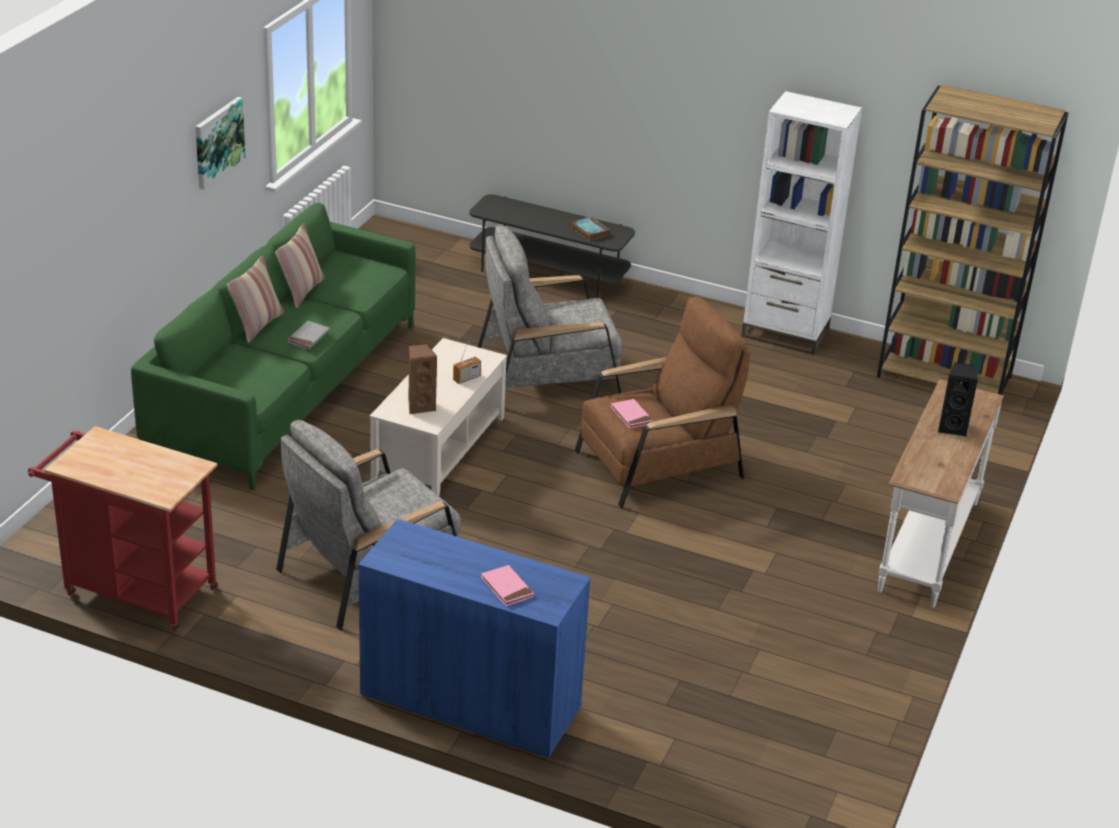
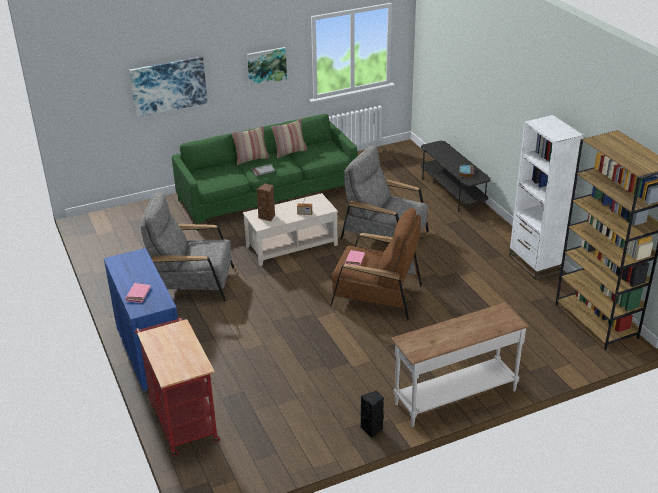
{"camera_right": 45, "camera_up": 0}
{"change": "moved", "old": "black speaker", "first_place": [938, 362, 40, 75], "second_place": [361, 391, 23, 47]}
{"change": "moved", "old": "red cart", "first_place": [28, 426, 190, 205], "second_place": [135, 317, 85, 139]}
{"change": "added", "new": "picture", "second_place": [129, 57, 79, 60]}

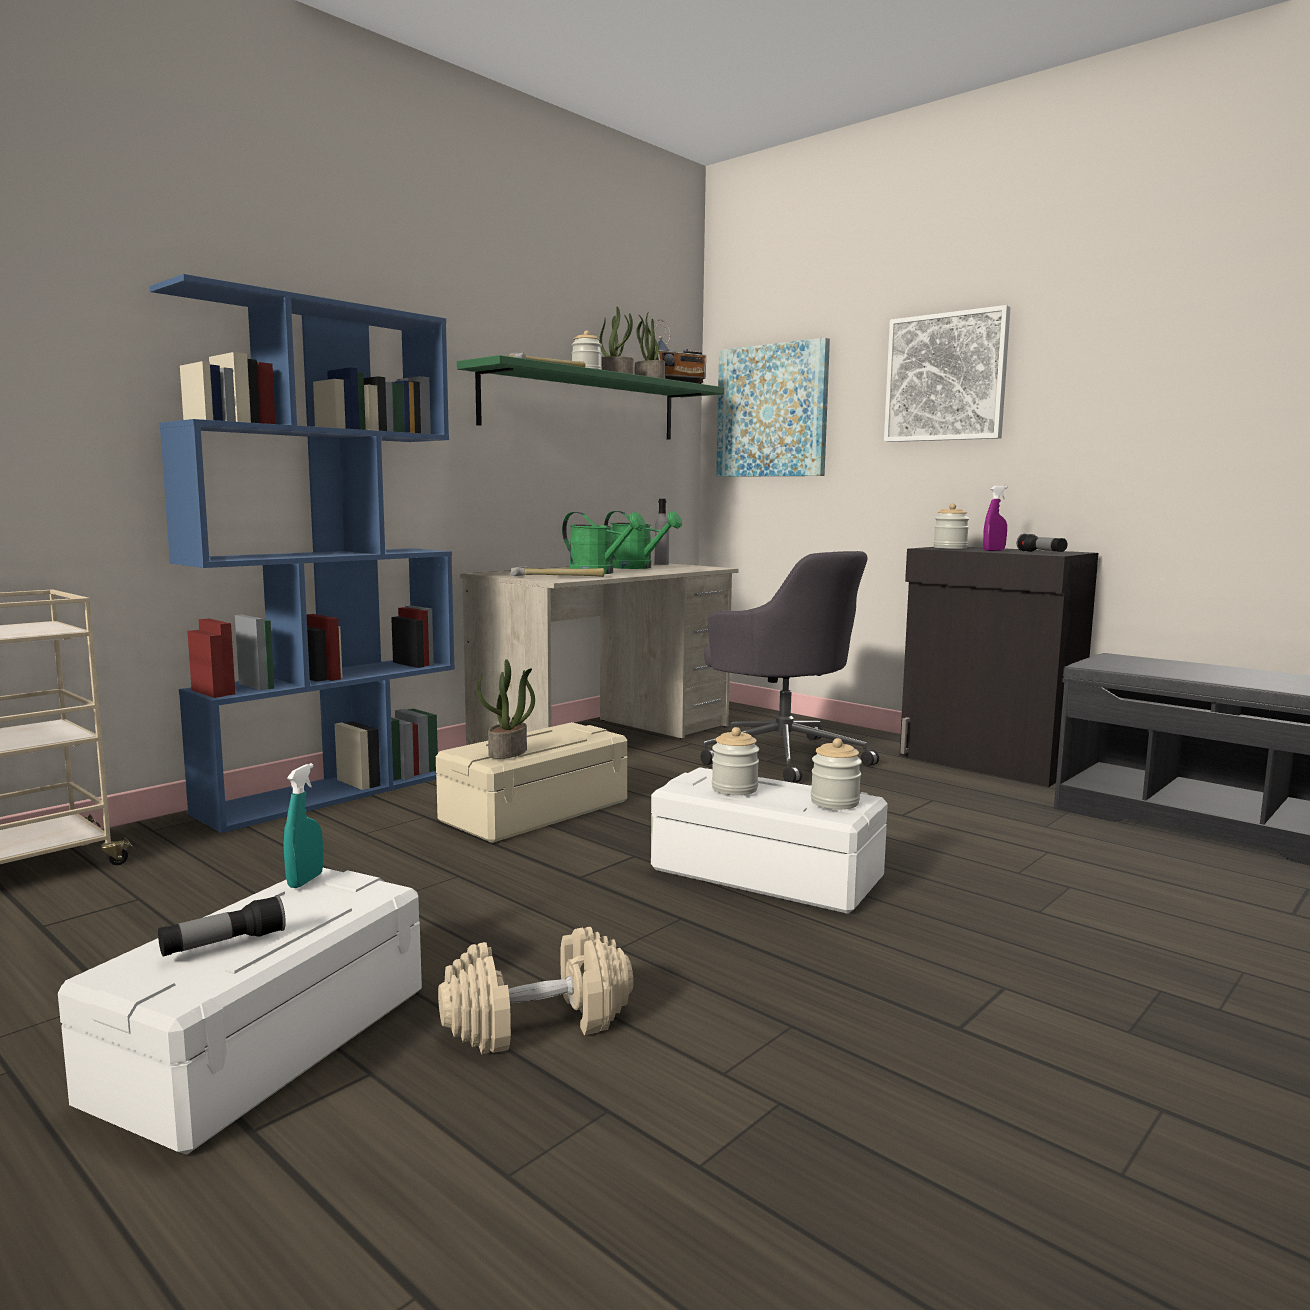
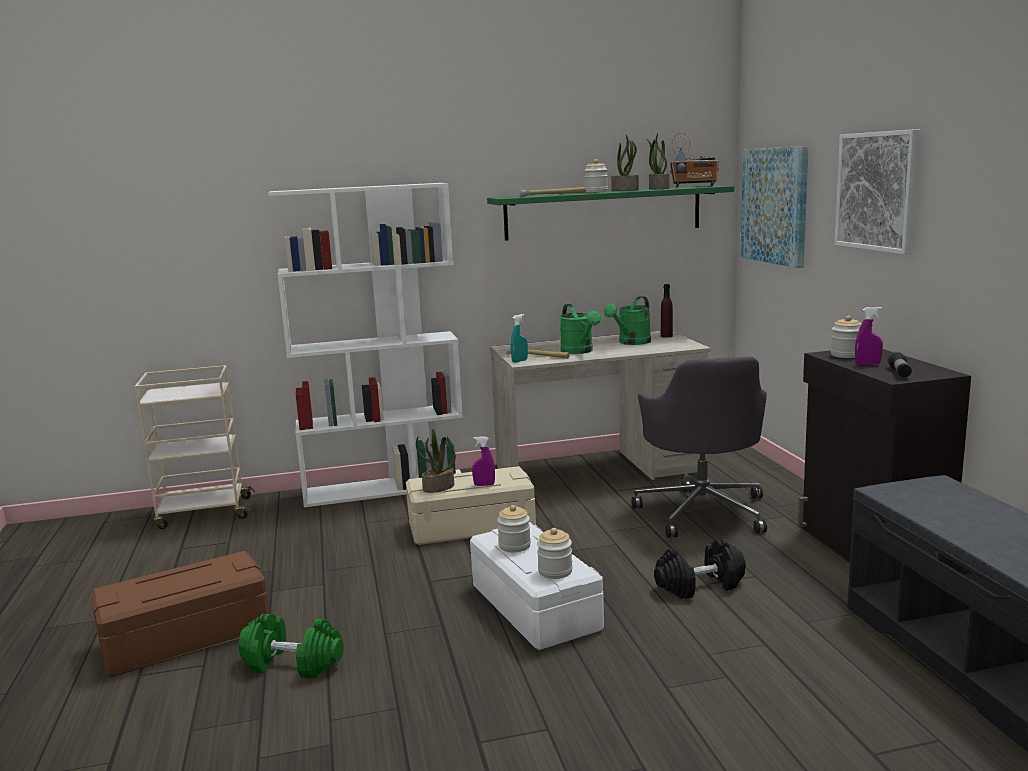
{"camera_right": 35, "camera_up": 5}
{"change": "recoloured", "old": "blue bookcase", "new": "white bookcase", "first_place": [149, 274, 306, 559], "second_place": [268, 183, 195, 324]}
{"change": "recoloured", "old": "grey bottle", "new": "purple bottle", "first_place": [655, 499, 14, 66], "second_place": [661, 284, 12, 54]}
{"change": "turned", "old": "green watering can", "first_place": [604, 511, 78, 58], "second_place": [604, 296, 47, 49], "degrees": 60}
{"change": "moved", "old": "turquoise spray bottle", "first_place": [283, 763, 40, 125], "second_place": [511, 314, 17, 49]}
{"change": "recoloured", "old": "white storage box", "new": "brown storage box", "first_place": [58, 868, 364, 287], "second_place": [90, 551, 180, 126]}
{"change": "removed", "old": "flashlight", "first_place": [158, 895, 128, 62]}
{"change": "recoloured", "old": "beige dumbbell", "new": "green dumbbell", "first_place": [438, 927, 196, 127], "second_place": [238, 614, 106, 64]}
{"change": "added", "new": "purple spray bottle", "second_place": [472, 436, 23, 50]}
{"change": "added", "new": "black dumbbell", "second_place": [654, 540, 92, 59]}

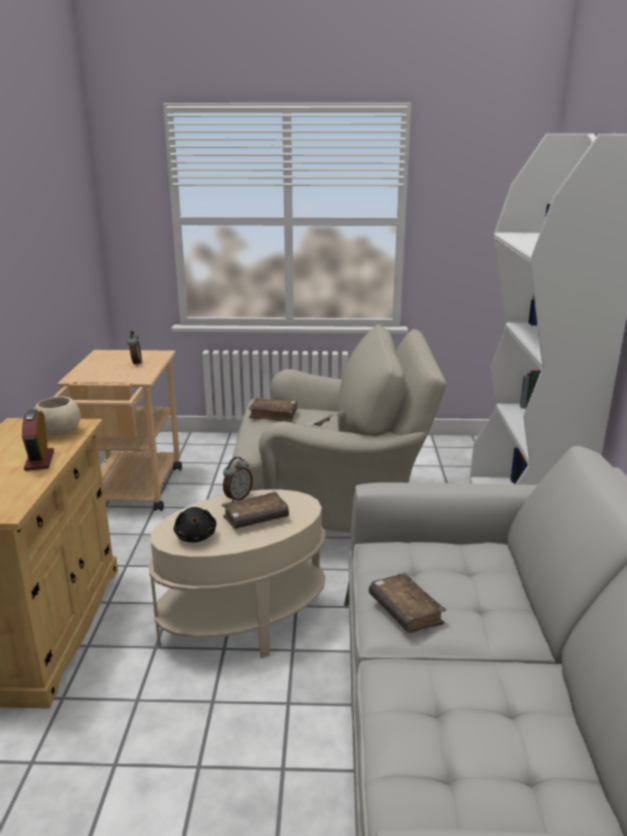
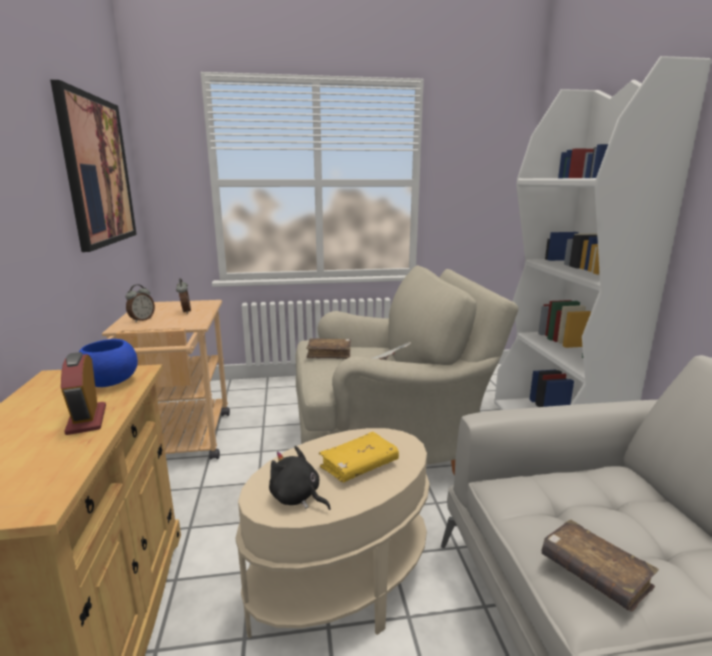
{"camera_right": -10, "camera_up": -5}
{"change": "recoloured", "old": "beige bowl", "new": "blue bowl", "first_place": [34, 396, 47, 40], "second_place": [79, 339, 59, 48]}
{"change": "moved", "old": "alarm clock", "first_place": [223, 457, 30, 45], "second_place": [126, 284, 29, 38]}
{"change": "recoloured", "old": "brown book", "new": "yellow book", "first_place": [222, 492, 67, 37], "second_place": [319, 432, 80, 50]}
{"change": "turned", "old": "black plush toy", "first_place": [174, 507, 43, 35], "second_place": [269, 446, 62, 64], "degrees": 150}
{"change": "added", "new": "picture", "second_place": [50, 80, 87, 172]}

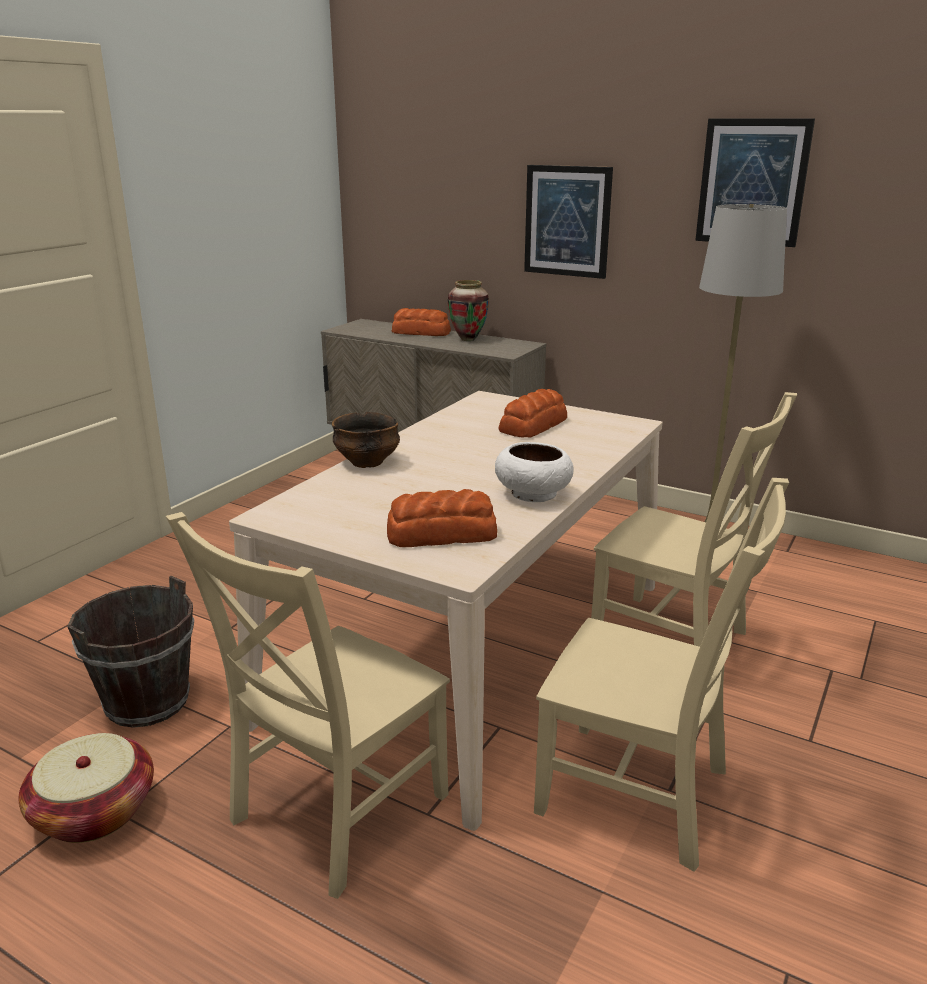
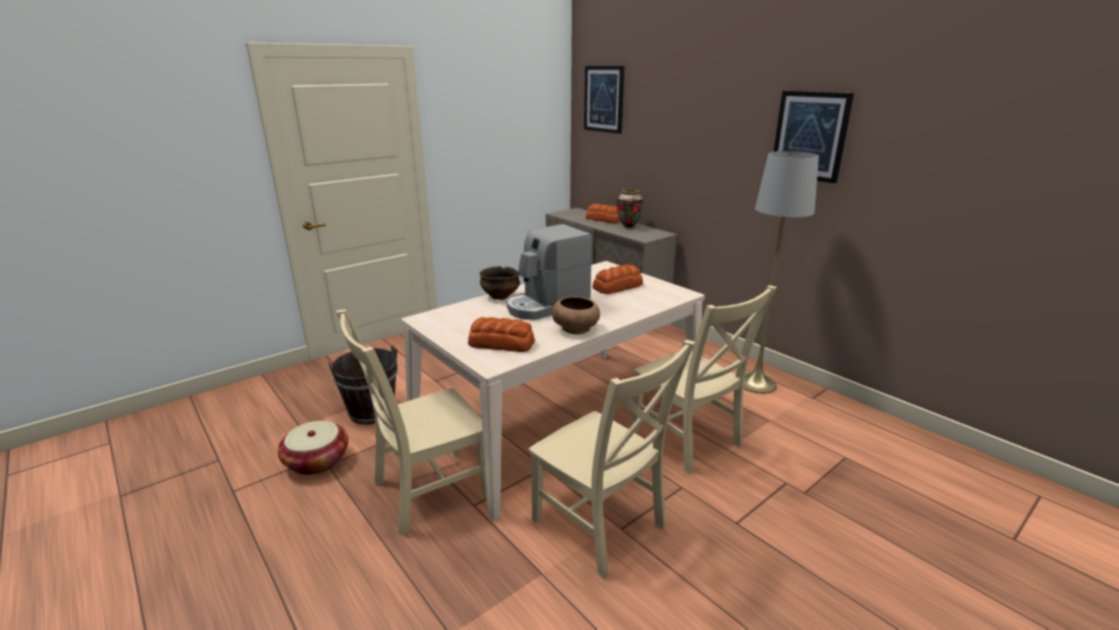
{"camera_right": 20, "camera_up": 0}
{"change": "moved", "old": "picture", "first_place": [524, 165, 89, 114], "second_place": [584, 66, 41, 68]}
{"change": "recoloured", "old": "white bowl", "new": "brown bowl", "first_place": [495, 442, 79, 60], "second_place": [552, 296, 48, 38]}
{"change": "added", "new": "coffee machine", "second_place": [507, 224, 85, 96]}

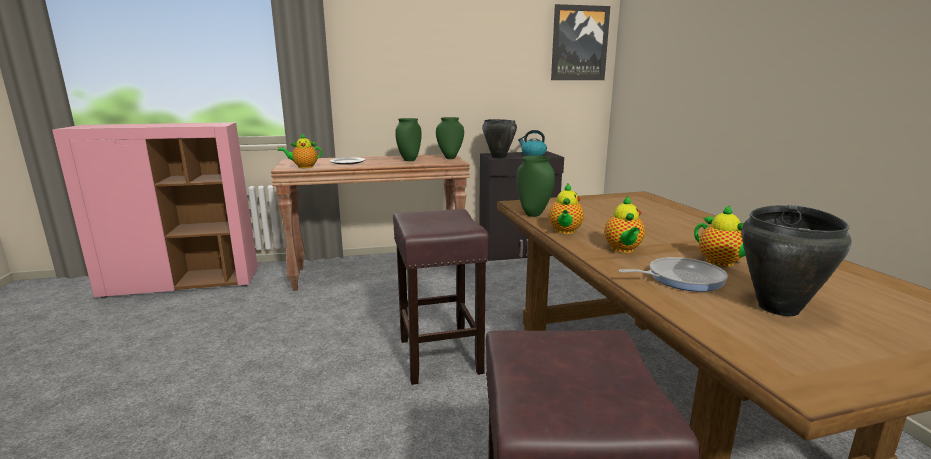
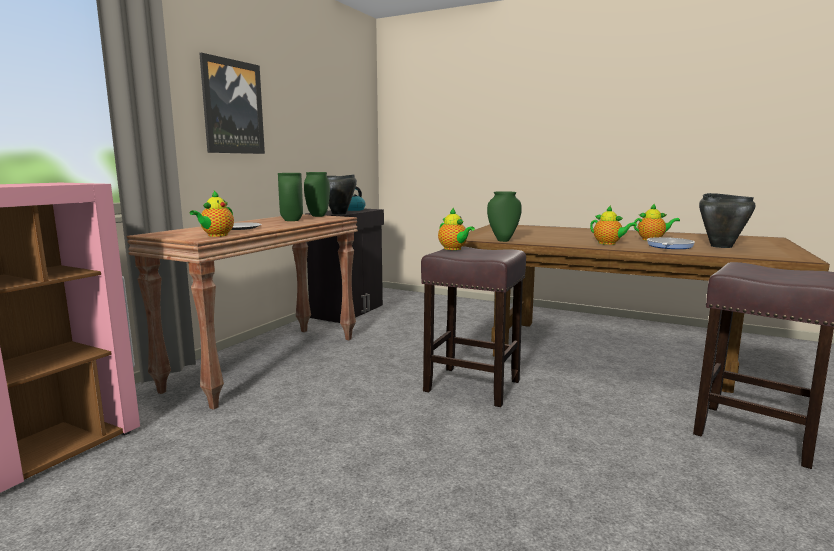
{"camera_right": -50, "camera_up": -5}
{"change": "moved", "old": "picture", "first_place": [551, 4, 59, 76], "second_place": [199, 53, 66, 101]}
{"change": "moved", "old": "teapot", "first_place": [549, 184, 35, 50], "second_place": [438, 208, 37, 42]}

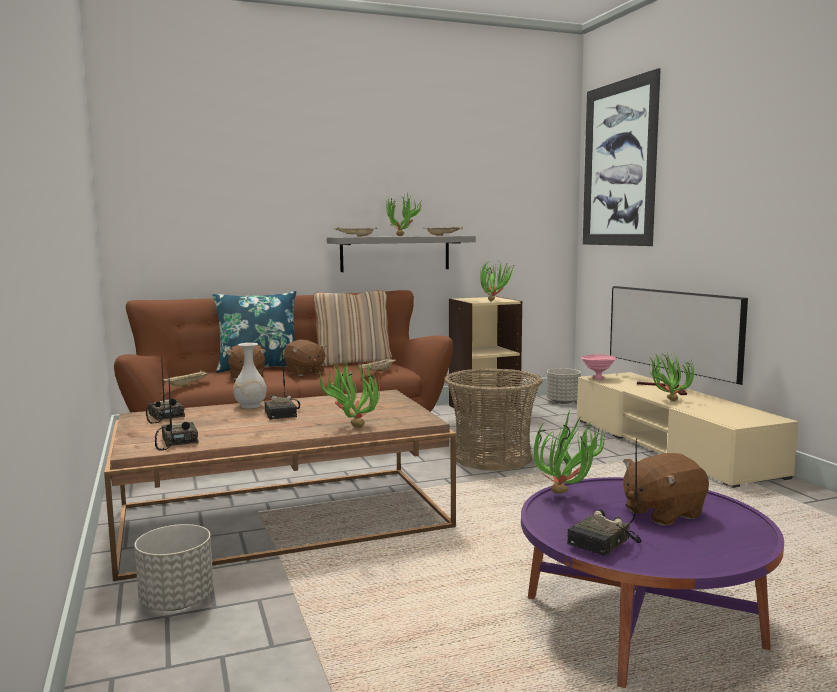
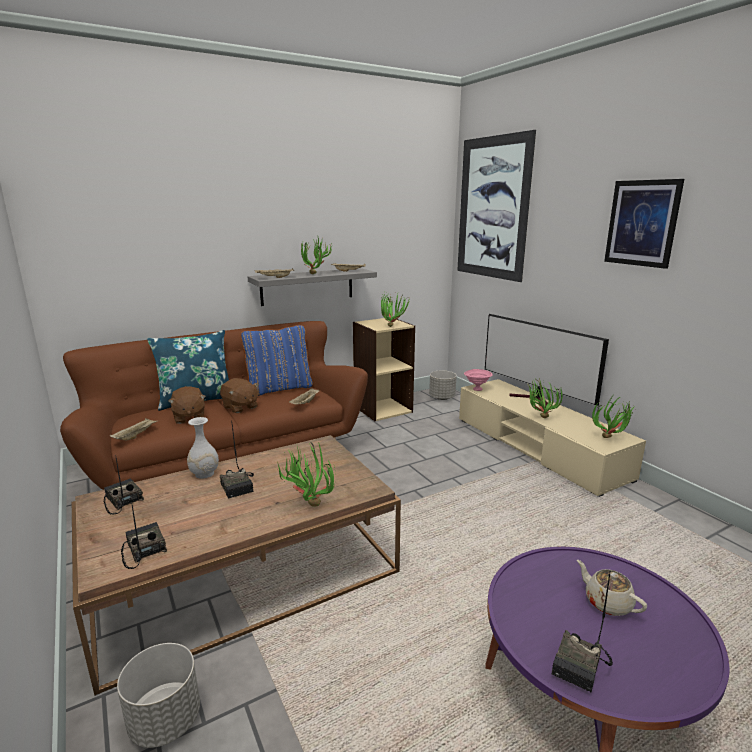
{"camera_right": -10, "camera_up": 10}
{"change": "recoloured", "old": "beige pillow", "new": "blue pillow", "first_place": [313, 290, 79, 77], "second_place": [241, 325, 72, 71]}
{"change": "removed", "old": "basket", "first_place": [444, 368, 98, 103]}
{"change": "moved", "old": "potted plant", "first_place": [532, 409, 74, 85], "second_place": [592, 397, 43, 41]}
{"change": "replaced", "old": "brown plush toy", "new": "beige teapot", "first_place": [623, 453, 86, 73], "second_place": [577, 560, 70, 56]}
{"change": "added", "new": "picture", "second_place": [604, 179, 80, 90]}

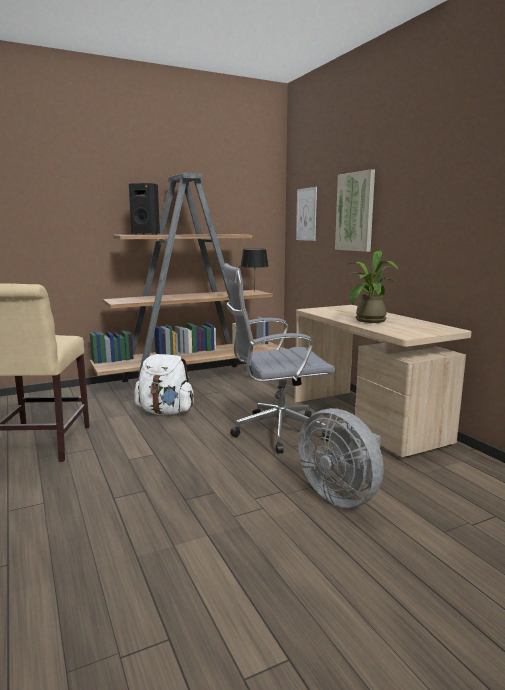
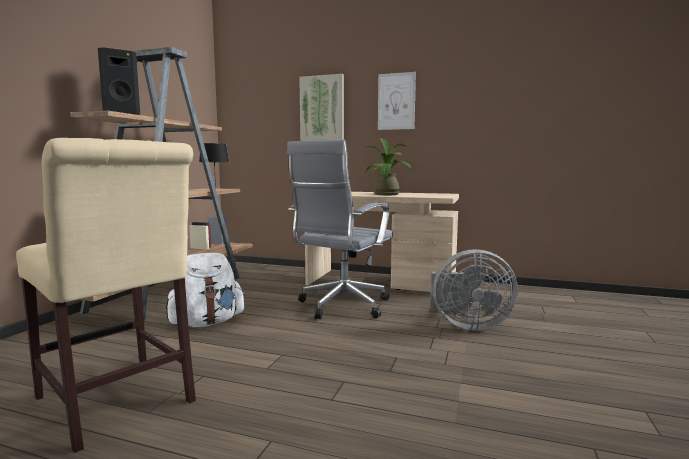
{"camera_right": -45, "camera_up": -5}
{"change": "moved", "old": "picture", "first_place": [296, 187, 21, 54], "second_place": [378, 72, 38, 58]}

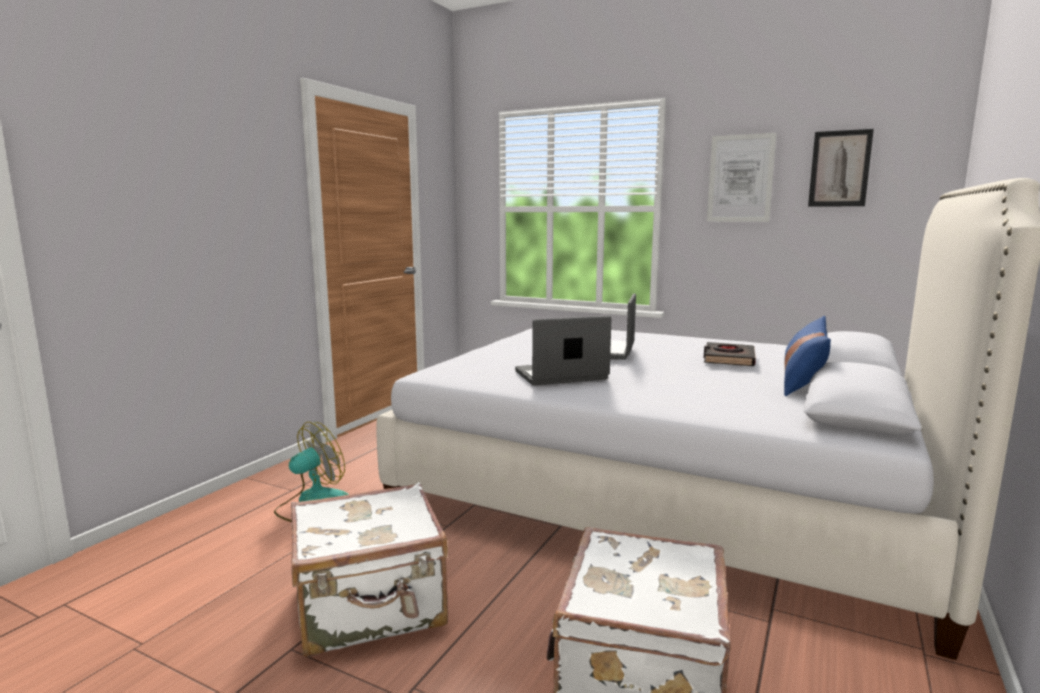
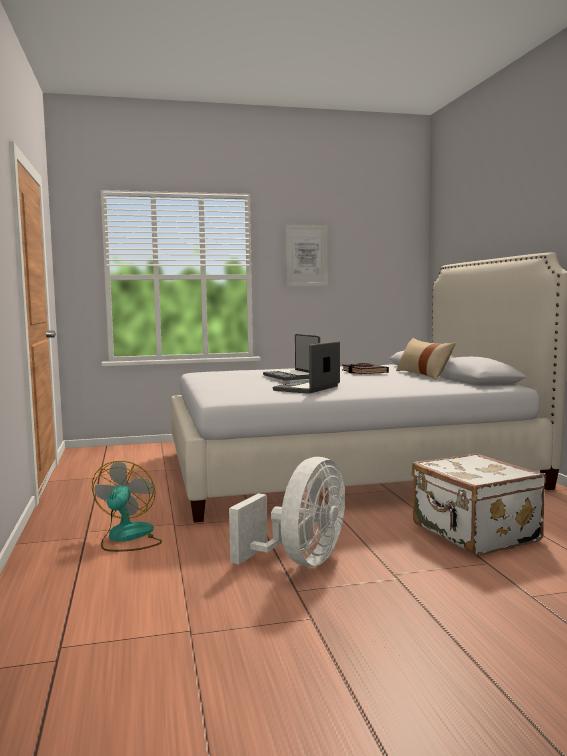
{"camera_right": -40, "camera_up": -5}
{"change": "removed", "old": "picture", "first_place": [808, 129, 66, 78]}
{"change": "recoloured", "old": "blue pillow", "new": "beige pillow", "first_place": [784, 316, 47, 80], "second_place": [396, 338, 60, 42]}
{"change": "replaced", "old": "white suitcase", "new": "white fan", "first_place": [291, 483, 157, 174], "second_place": [229, 457, 116, 110]}

